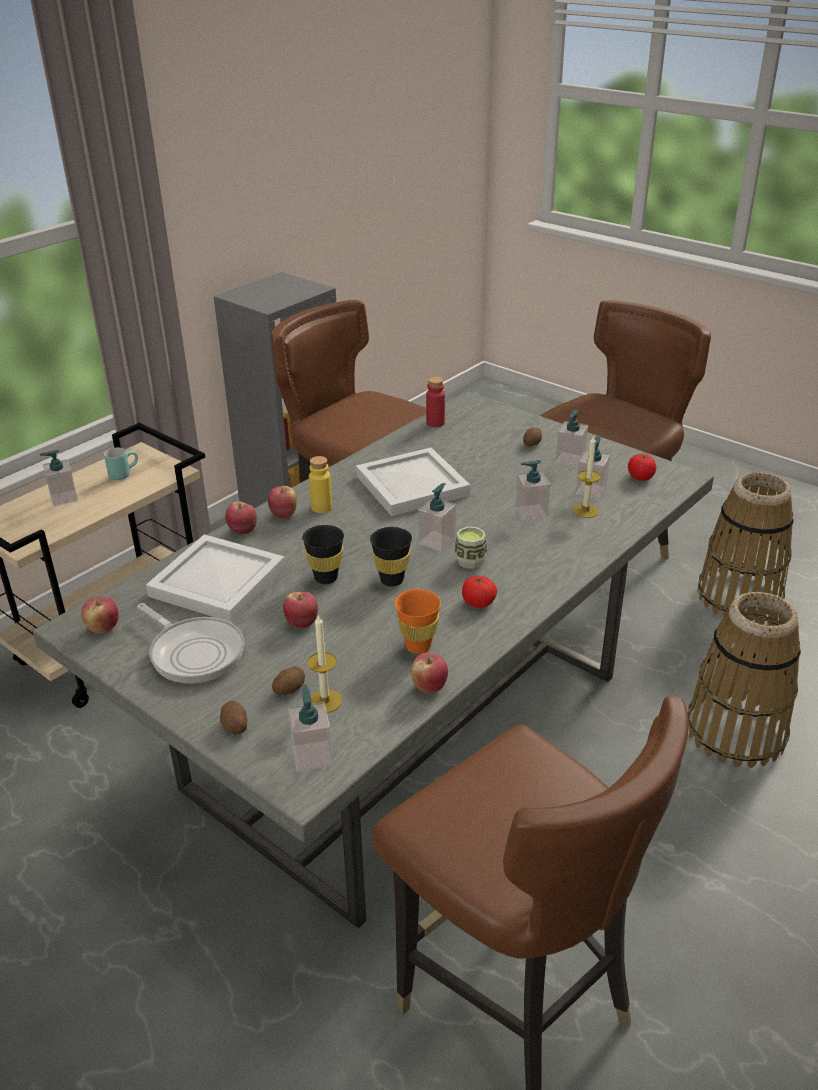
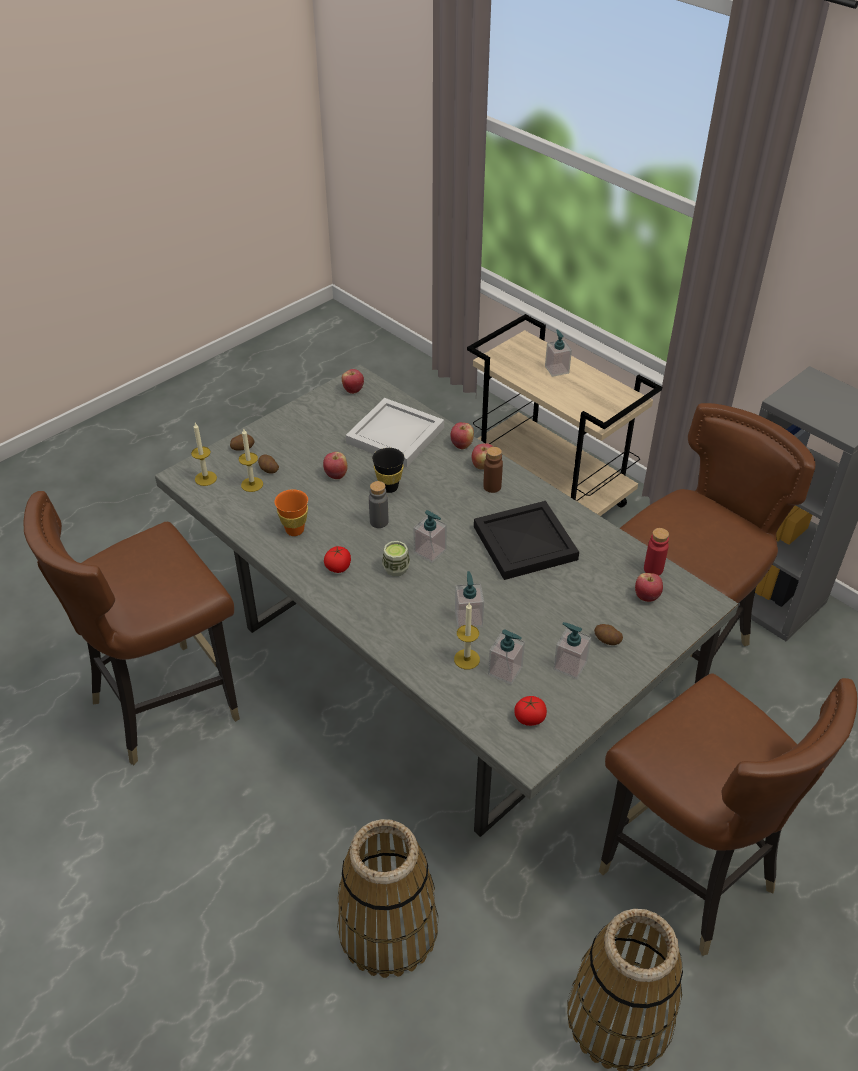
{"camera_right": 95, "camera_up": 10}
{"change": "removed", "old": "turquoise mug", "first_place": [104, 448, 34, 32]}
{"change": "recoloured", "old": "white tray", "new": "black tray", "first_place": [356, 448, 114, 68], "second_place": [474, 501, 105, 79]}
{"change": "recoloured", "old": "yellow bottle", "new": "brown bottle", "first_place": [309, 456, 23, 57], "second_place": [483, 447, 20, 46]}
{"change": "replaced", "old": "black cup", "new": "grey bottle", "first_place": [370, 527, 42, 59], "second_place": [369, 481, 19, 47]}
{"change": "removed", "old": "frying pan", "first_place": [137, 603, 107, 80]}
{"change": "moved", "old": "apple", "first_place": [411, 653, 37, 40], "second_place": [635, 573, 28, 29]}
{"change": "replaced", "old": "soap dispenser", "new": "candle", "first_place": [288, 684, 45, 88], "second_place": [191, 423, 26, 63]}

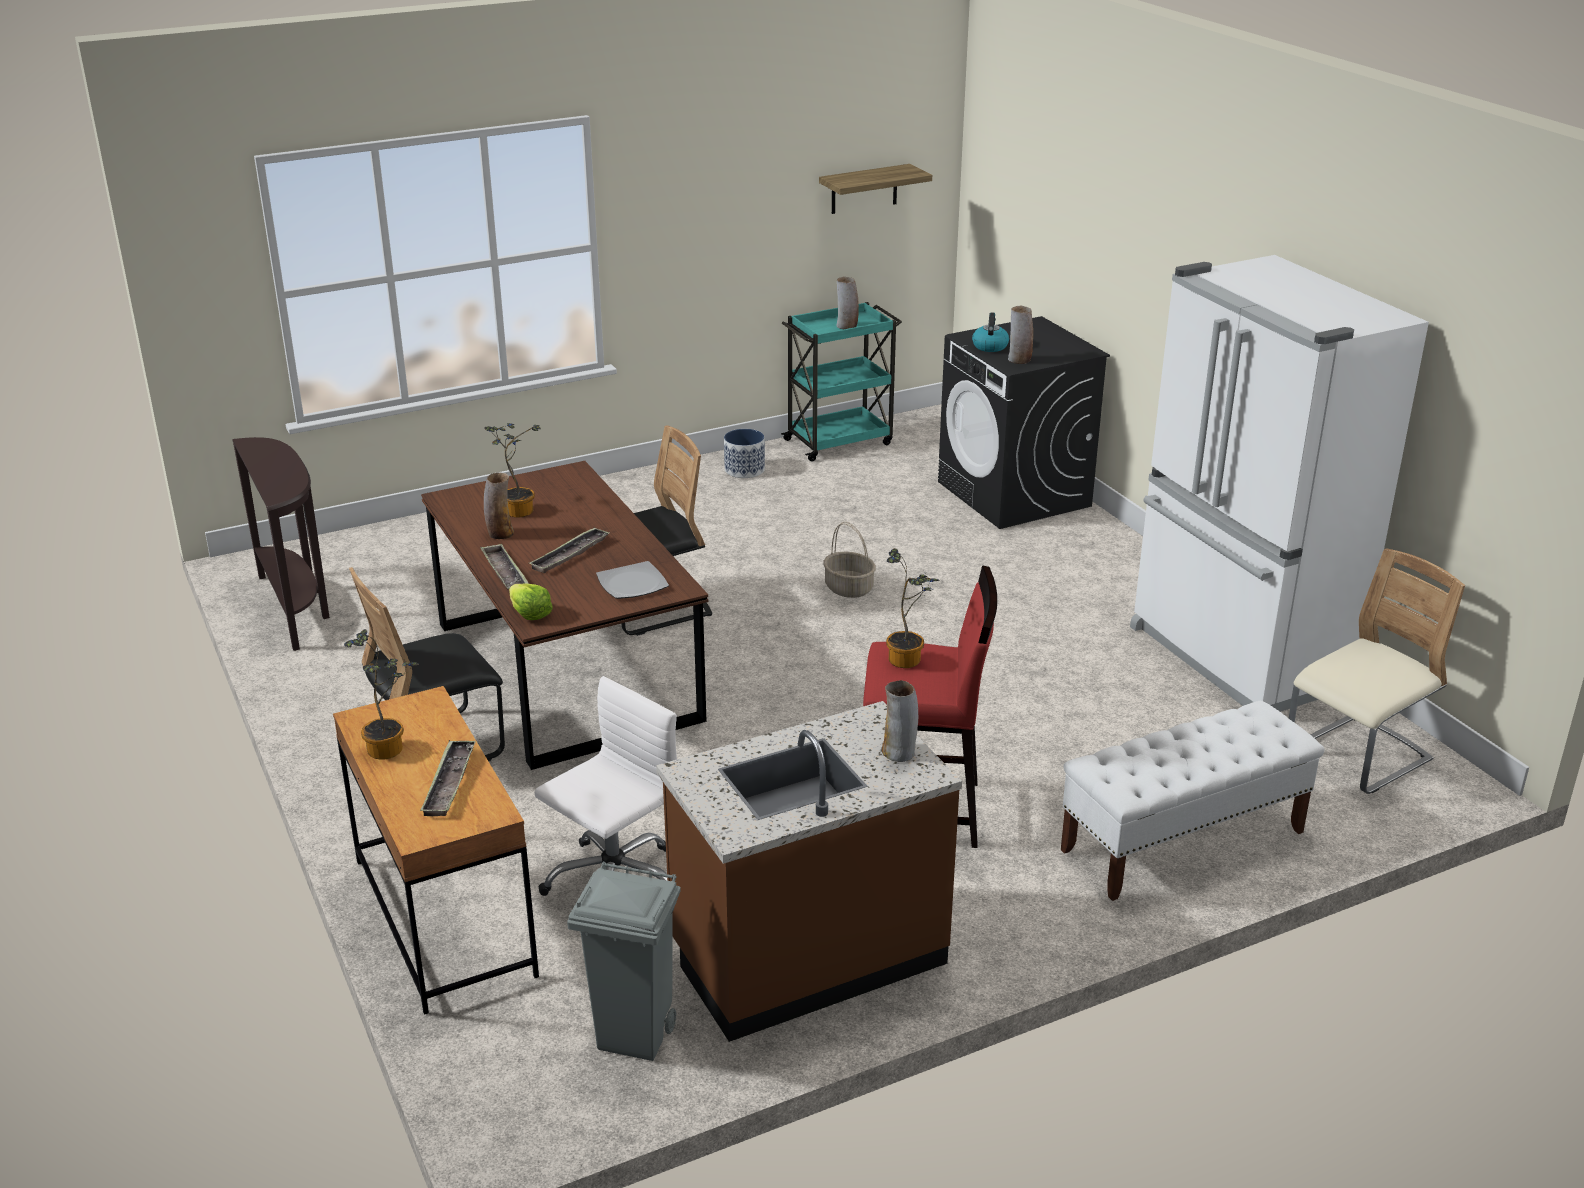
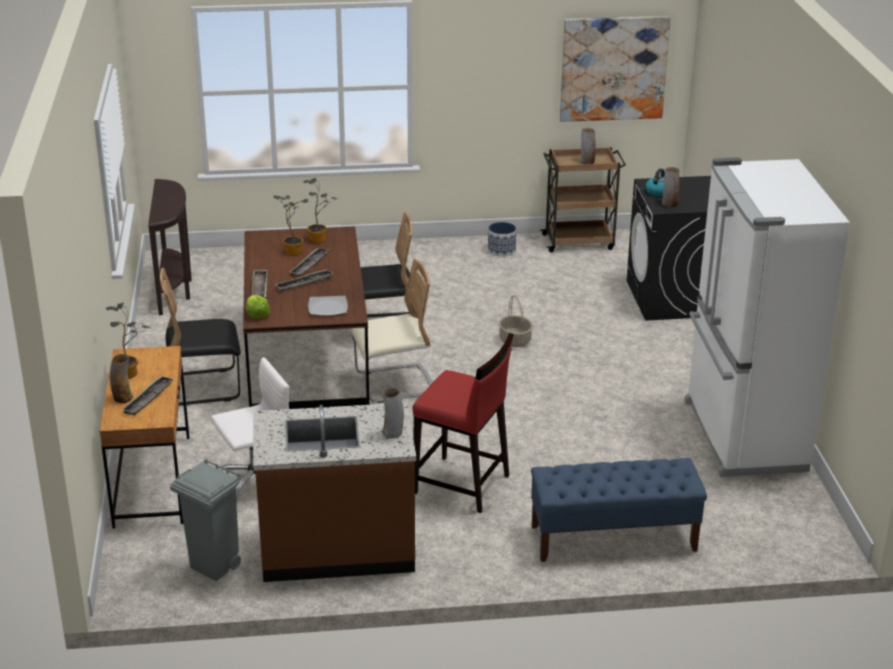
{"camera_right": 20, "camera_up": 0}
{"change": "replaced", "old": "shelf", "new": "picture", "first_place": [819, 164, 113, 50], "second_place": [560, 16, 111, 106]}
{"change": "recoloured", "old": "turquoise cart", "new": "brown cart", "first_place": [781, 302, 121, 160], "second_place": [540, 147, 86, 106]}
{"change": "moved", "old": "vase", "first_place": [484, 472, 30, 67], "second_place": [110, 354, 23, 49]}
{"change": "moved", "old": "potted plant", "first_place": [886, 548, 53, 120], "second_place": [303, 178, 35, 65]}
{"change": "moved", "old": "beige chair", "first_place": [1289, 548, 176, 246], "second_place": [351, 259, 81, 144]}
{"change": "recoloured", "old": "white bench", "new": "blue bench", "first_place": [1061, 701, 263, 200], "second_place": [531, 458, 176, 104]}
{"change": "added", "new": "tray", "second_place": [290, 248, 39, 29]}

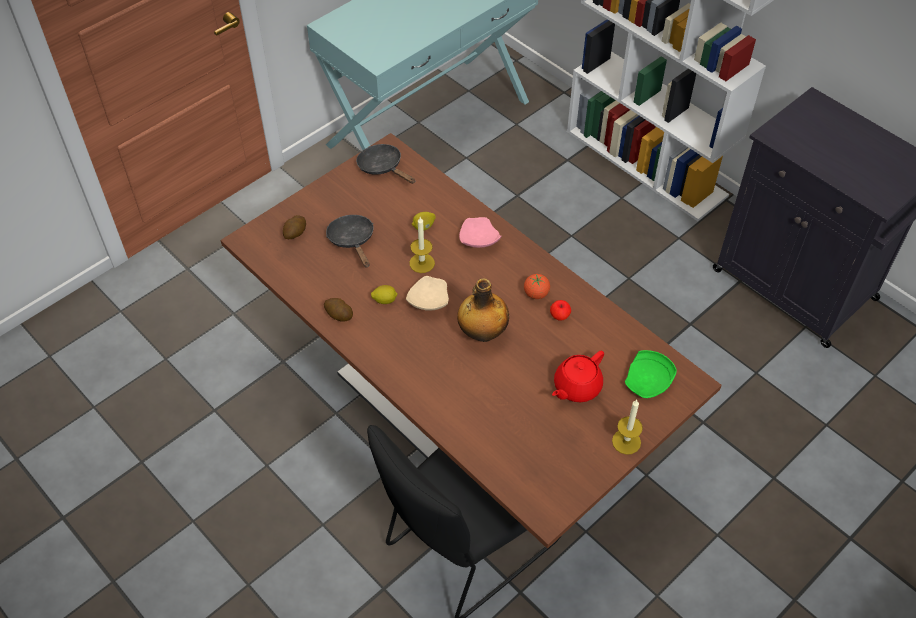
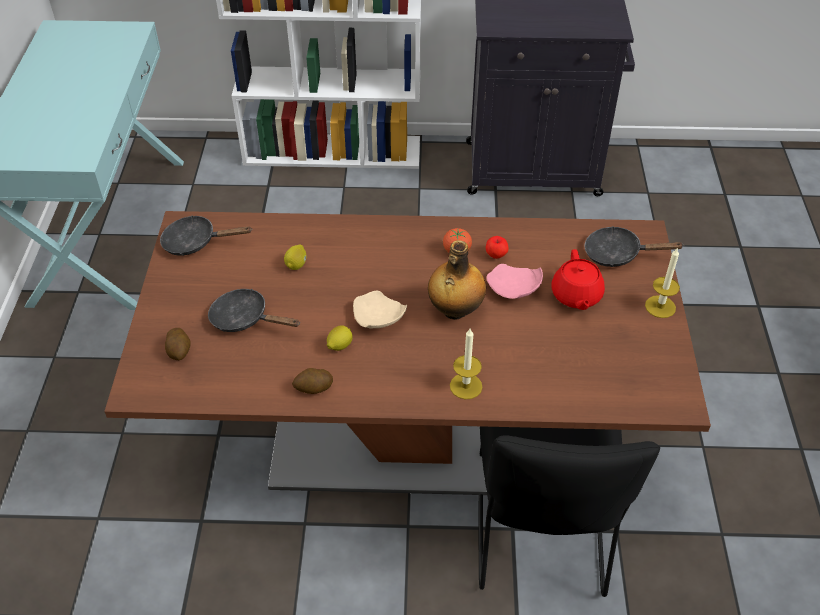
{"camera_right": -45, "camera_up": -5}
{"change": "moved", "old": "candle", "first_place": [409, 217, 26, 56], "second_place": [450, 329, 33, 70]}
{"change": "moved", "old": "pink plate", "first_place": [459, 217, 43, 31], "second_place": [486, 264, 57, 35]}
{"change": "replaced", "old": "green plate", "new": "black frying pan", "first_place": [625, 350, 52, 48], "second_place": [584, 226, 100, 41]}

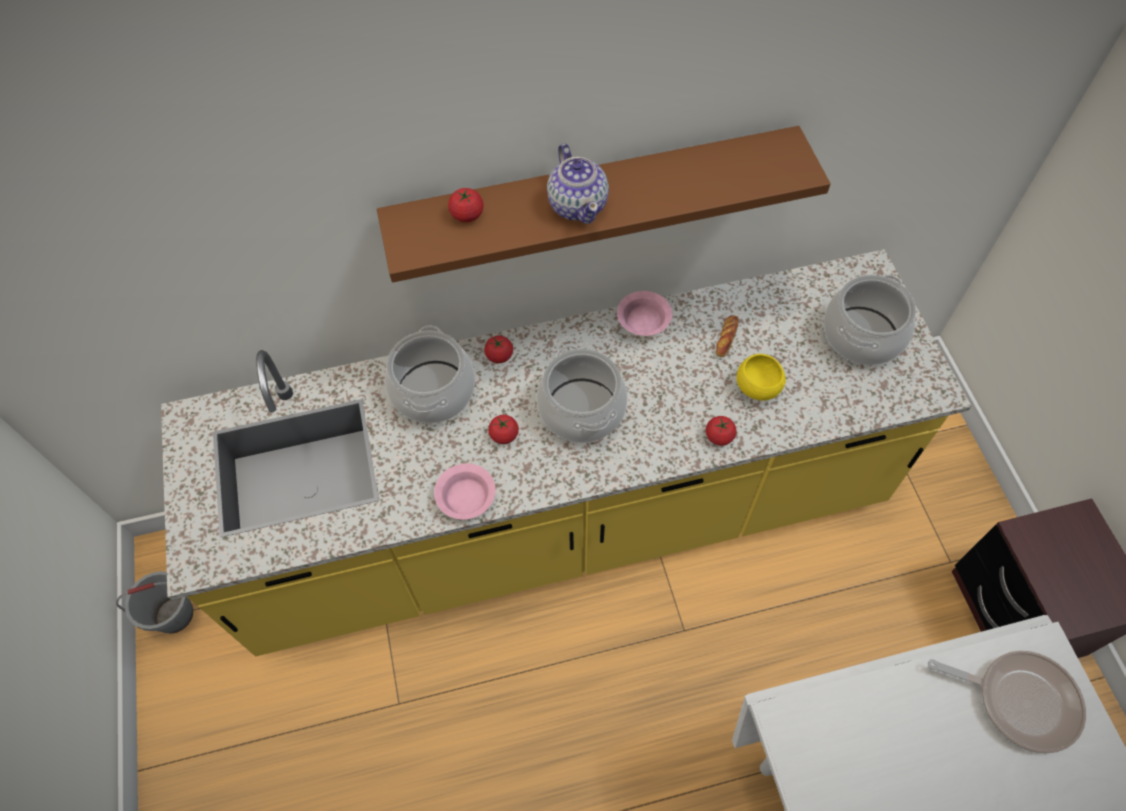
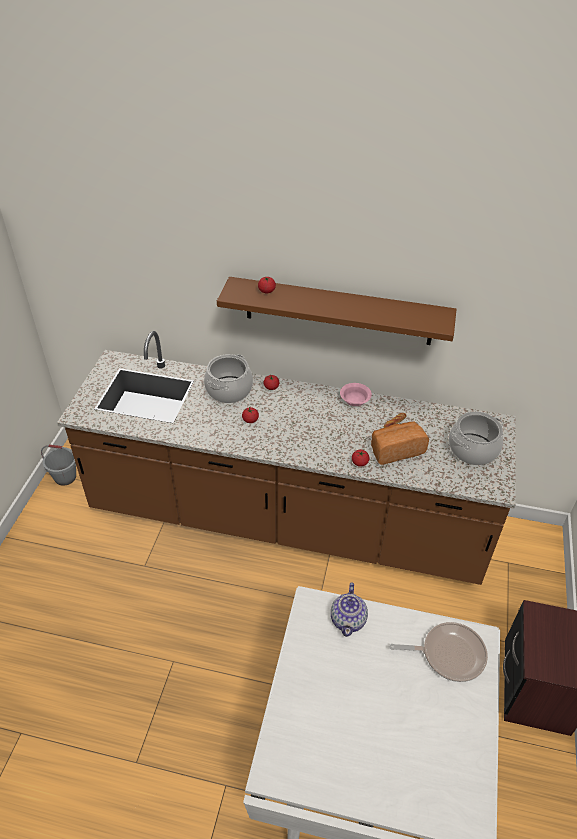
{"camera_right": 25, "camera_up": -15}
{"change": "moved", "old": "teapot", "first_place": [547, 143, 62, 81], "second_place": [331, 582, 37, 55]}
{"change": "recoloured", "old": "yellow counter", "new": "brown counter", "first_place": [161, 249, 811, 407], "second_place": [57, 331, 458, 254]}
{"change": "removed", "old": "cooking pot", "first_place": [537, 345, 91, 98]}
{"change": "replaced", "old": "yellow bowl", "new": "bread", "first_place": [736, 354, 50, 47], "second_place": [371, 422, 58, 43]}
{"change": "removed", "old": "pink bowl", "first_place": [434, 463, 62, 57]}
{"change": "turned", "old": "frying pan", "first_place": [928, 651, 158, 102], "second_place": [389, 622, 99, 60], "degrees": -45}

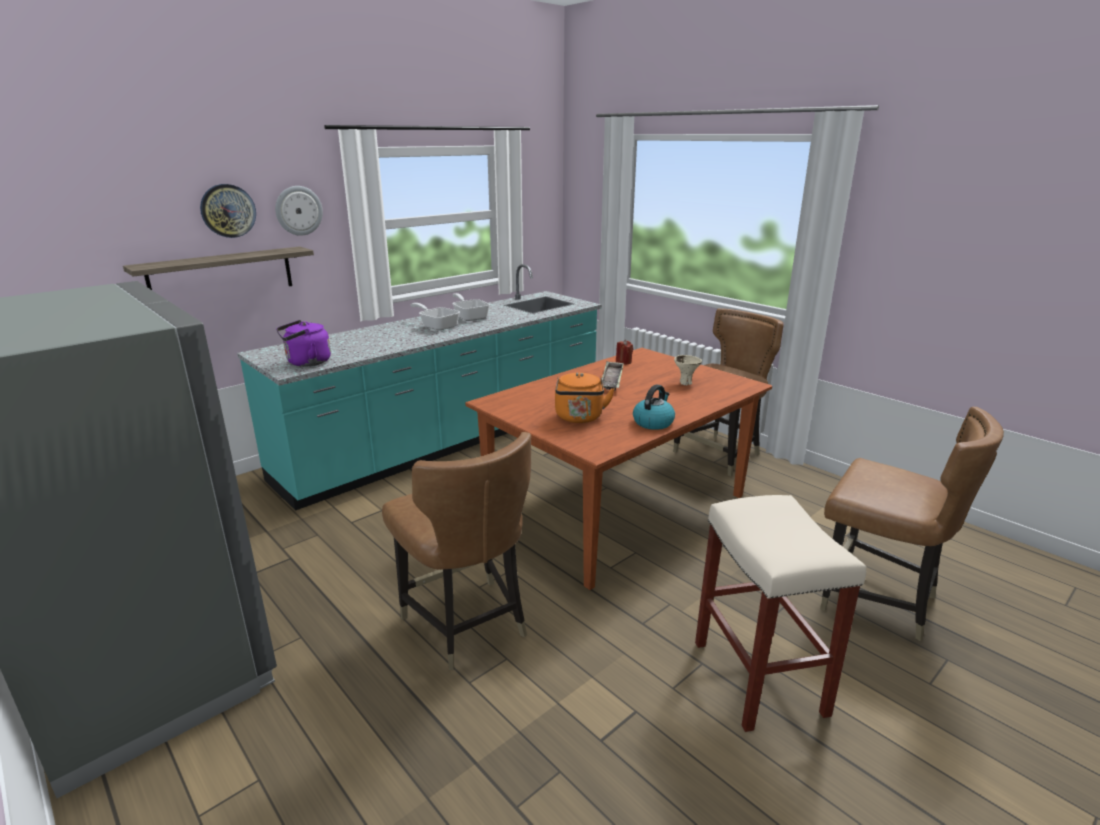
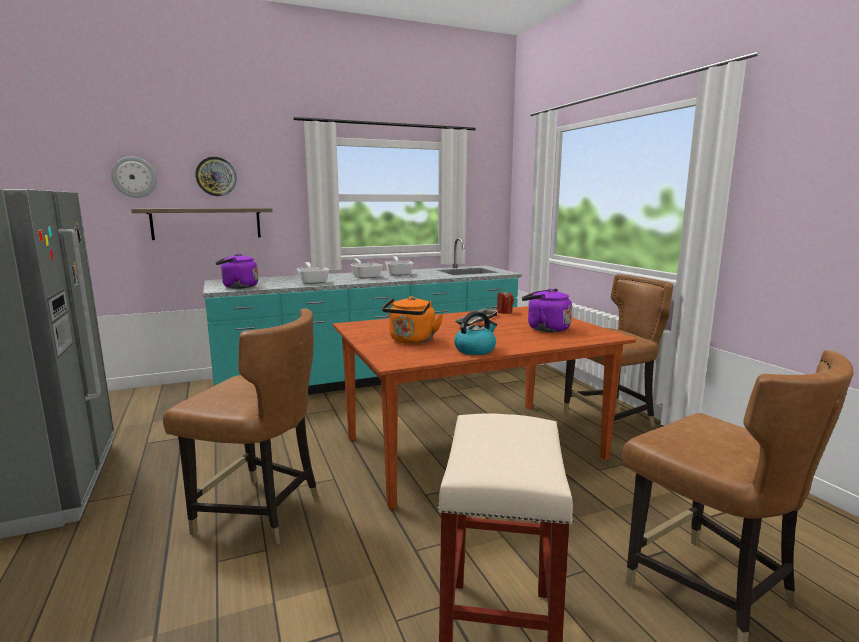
{"camera_right": 20, "camera_up": -10}
{"change": "moved", "old": "wall clock", "first_place": [275, 186, 48, 50], "second_place": [111, 156, 46, 42]}
{"change": "replaced", "old": "beige bowl", "new": "purple kettle", "first_place": [674, 355, 28, 30], "second_place": [522, 289, 50, 43]}
{"change": "turned", "old": "brown chair", "first_place": [382, 432, 149, 238], "second_place": [163, 309, 156, 236], "degrees": -60}
{"change": "added", "new": "frying pan", "second_place": [297, 262, 32, 22]}

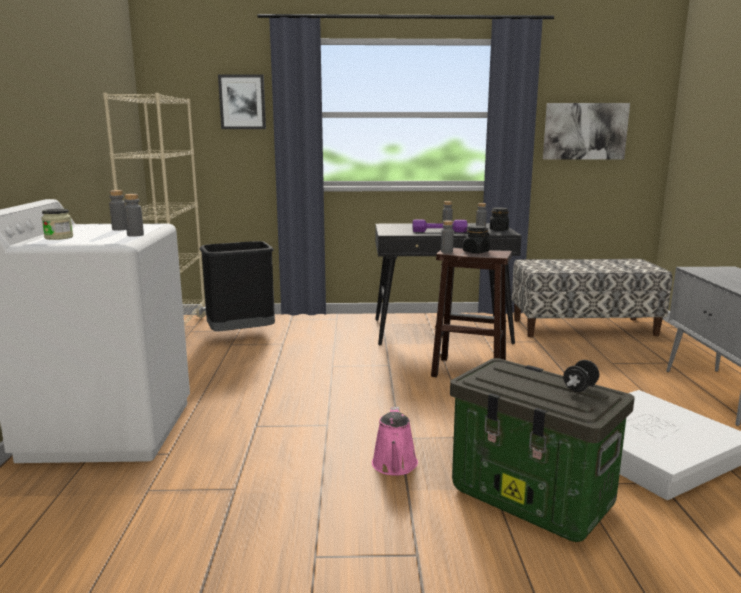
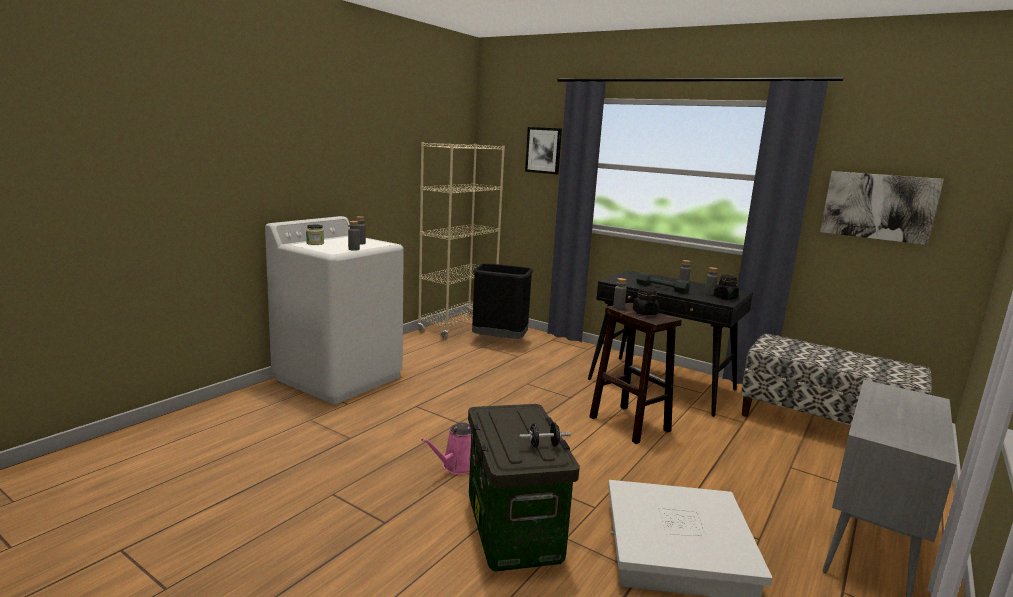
{"camera_right": 35, "camera_up": 0}
{"change": "recoloured", "old": "purple dumbbell", "new": "grey dumbbell", "first_place": [412, 219, 55, 13], "second_place": [636, 272, 54, 21]}

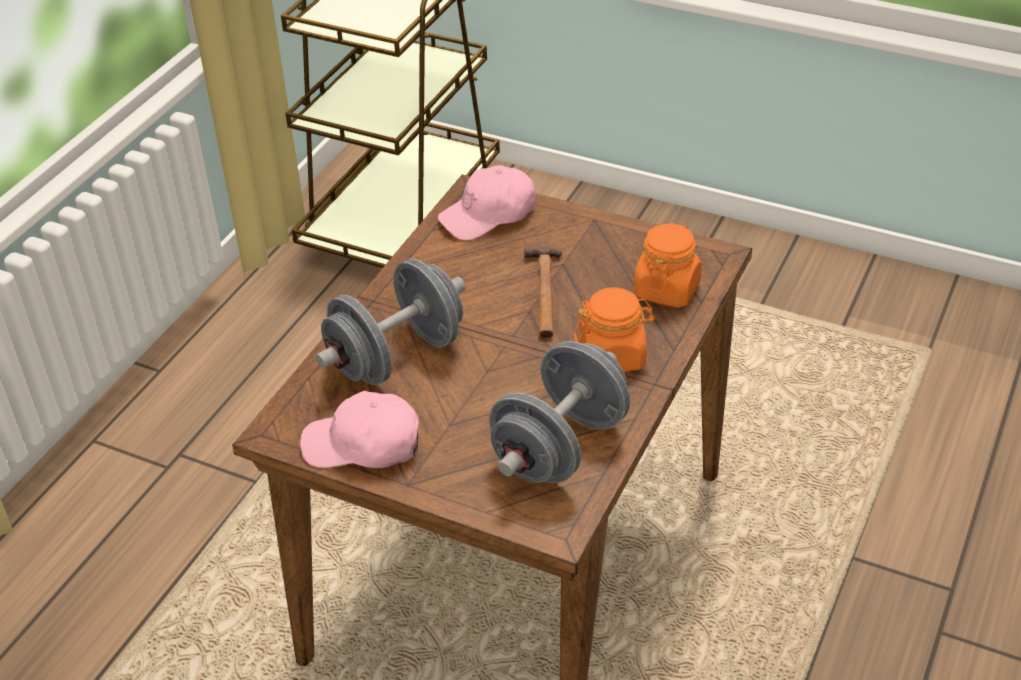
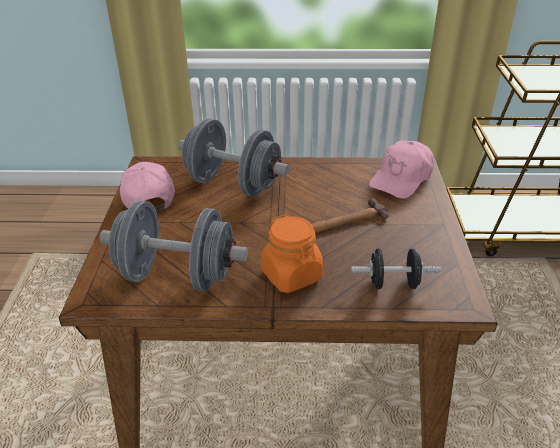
{"camera_right": 65, "camera_up": -5}
{"change": "turned", "old": "pink cap", "first_place": [438, 165, 98, 75], "second_place": [369, 141, 65, 58], "degrees": -90}
{"change": "replaced", "old": "orange jar", "new": "black dumbbell", "first_place": [634, 223, 68, 85], "second_place": [351, 248, 90, 41]}

